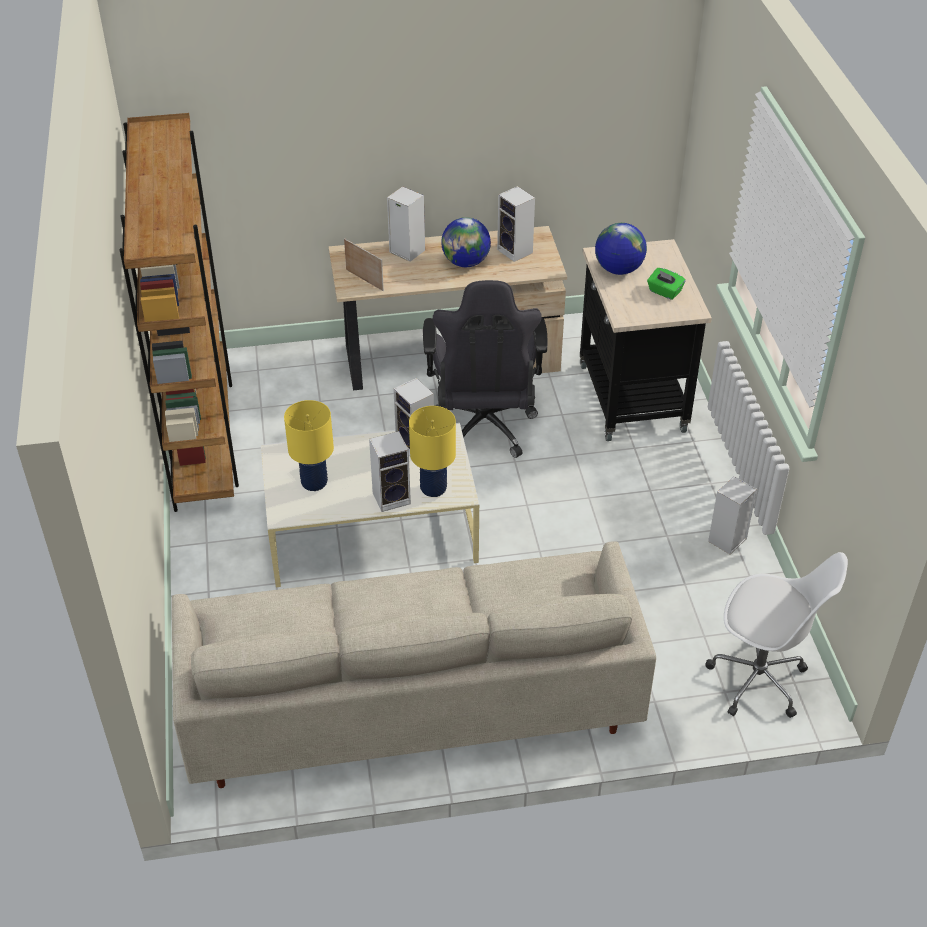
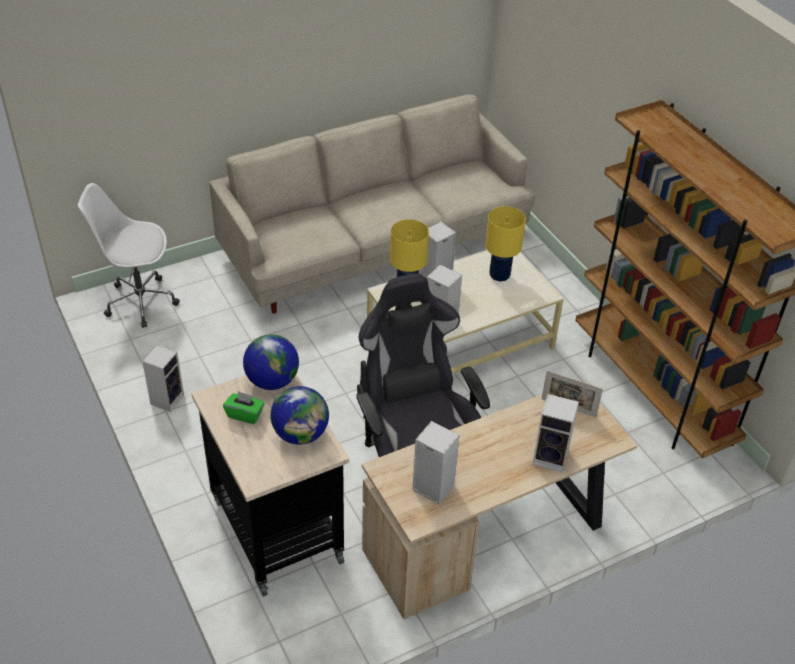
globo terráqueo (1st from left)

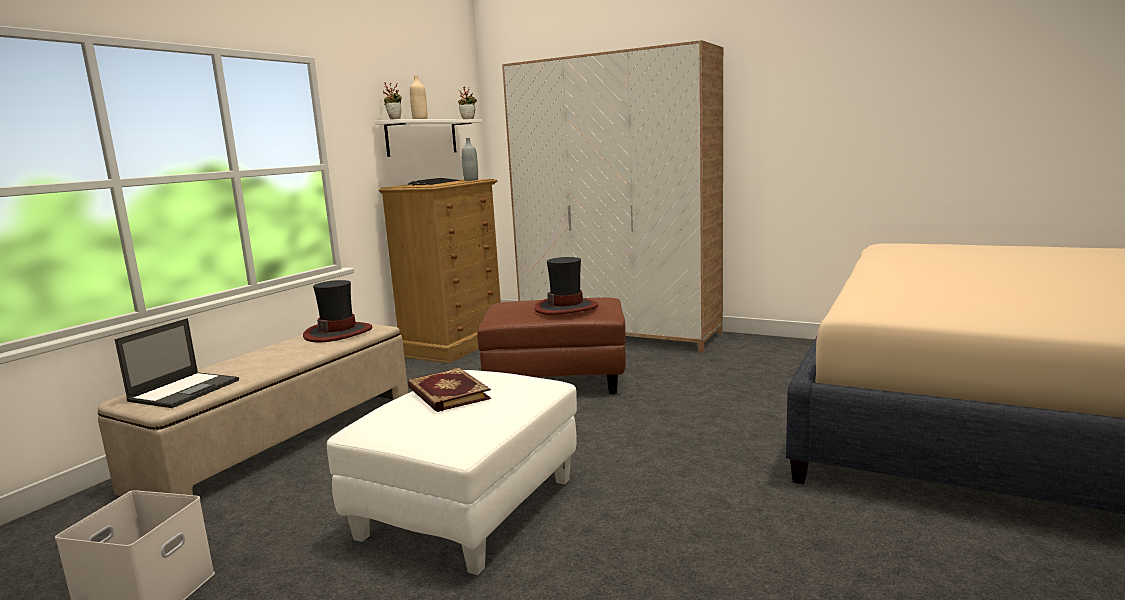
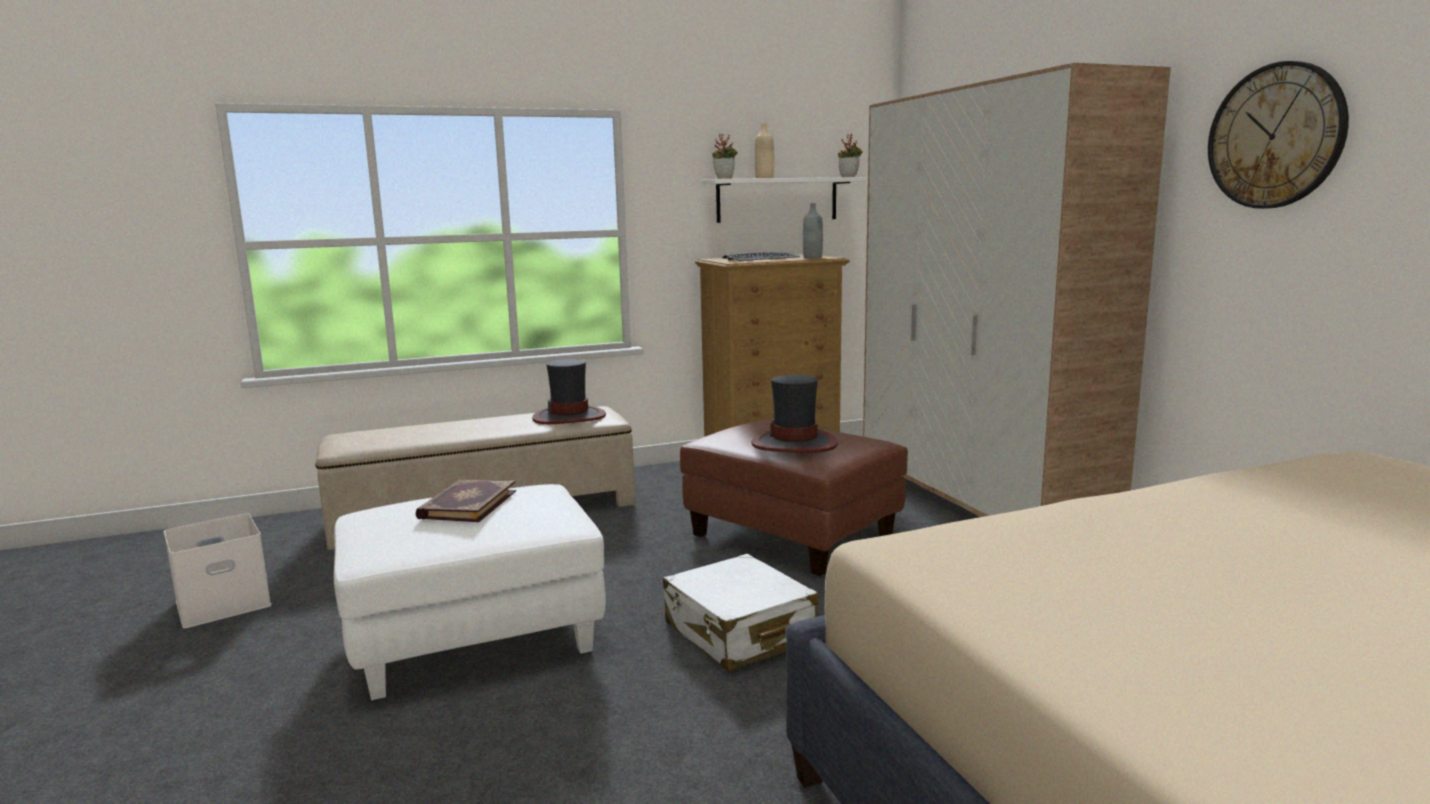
portátil
maleta [blanco]
reloj de pared

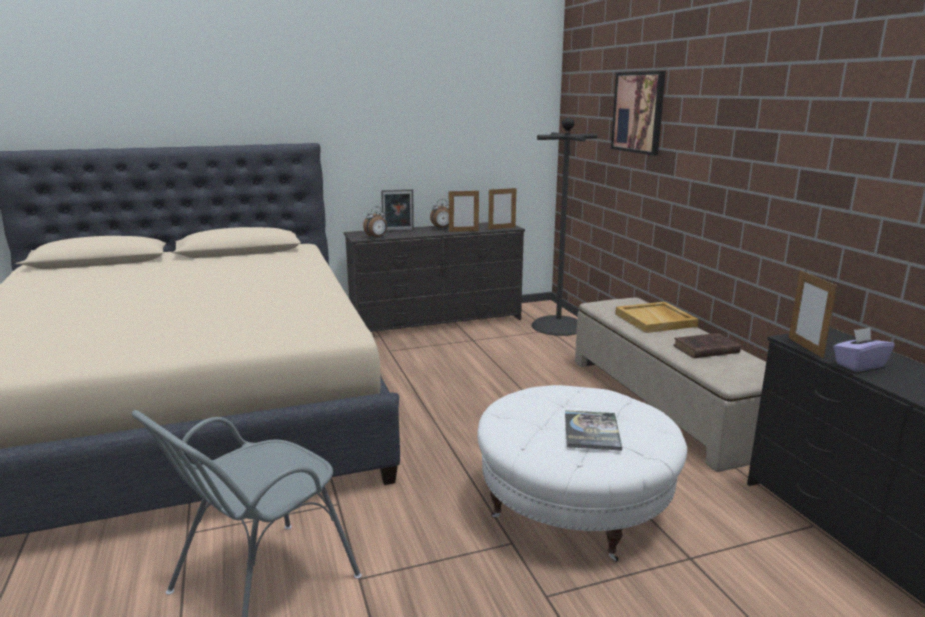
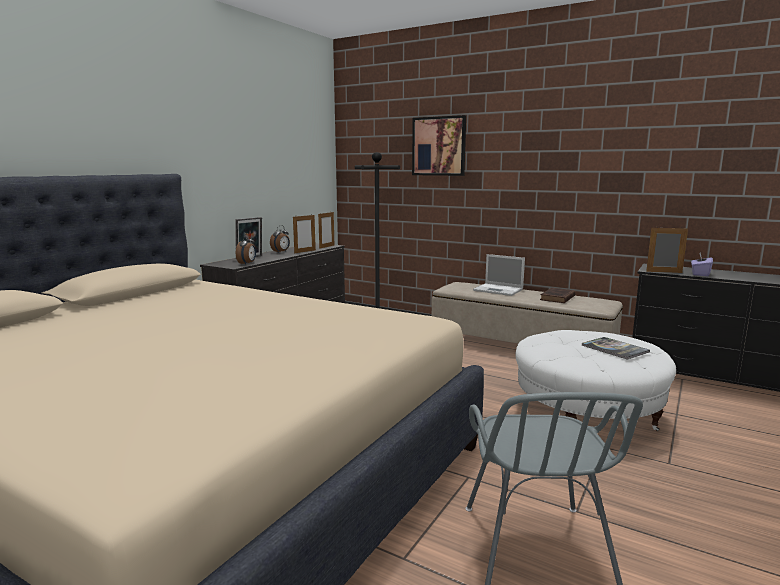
portátil
portarretratos (4th from left)

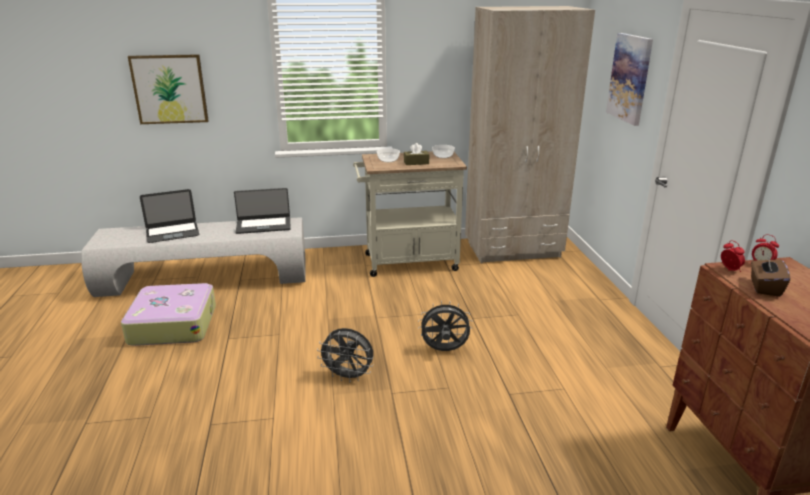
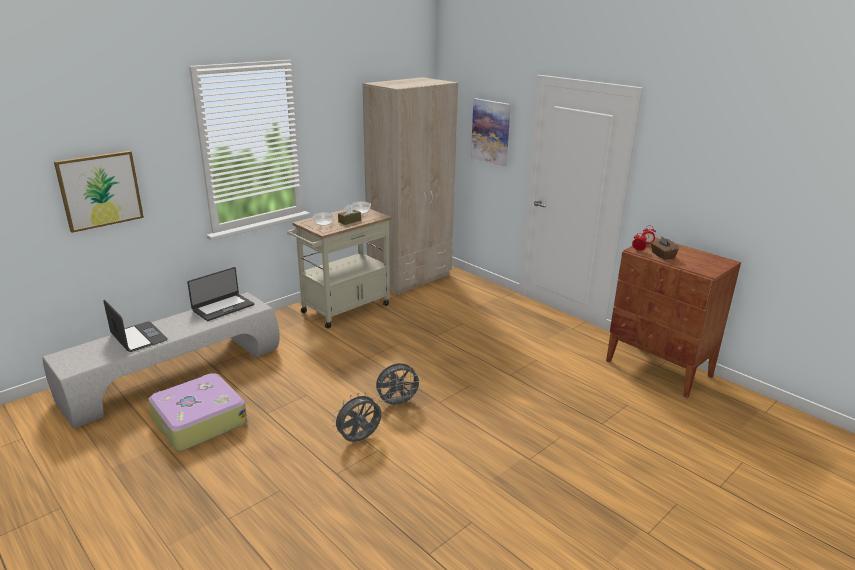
ventilador [gris] (1st from left)
portátil (1st from left)

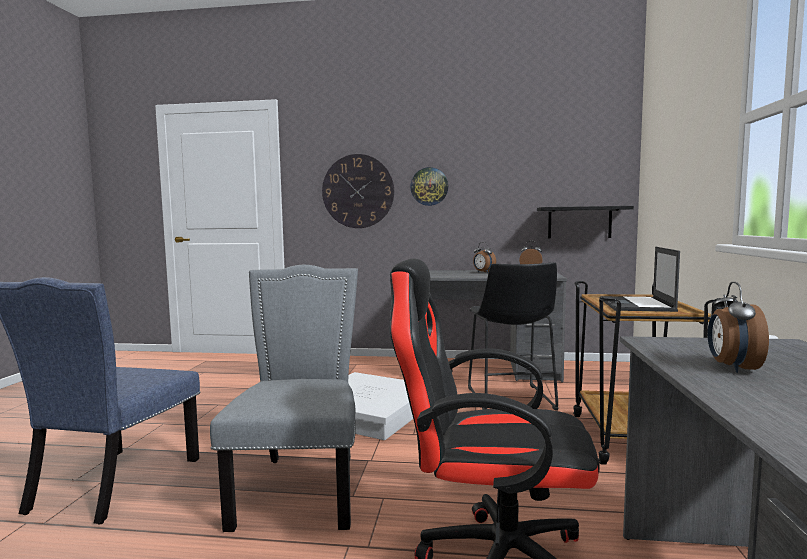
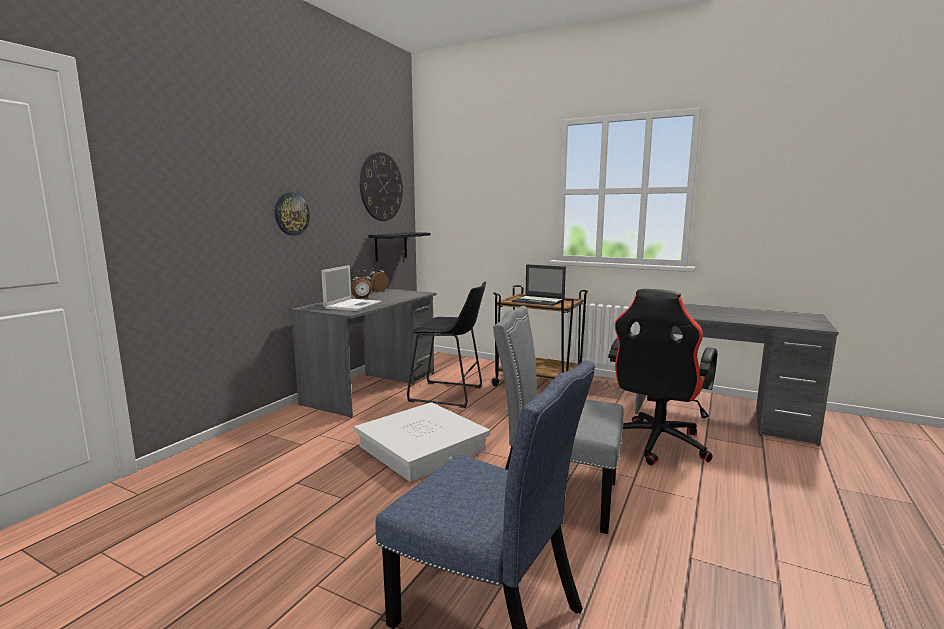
despertador (3rd from left in the first image)
portátil (1st from left)
reloj de pared (2nd from left)

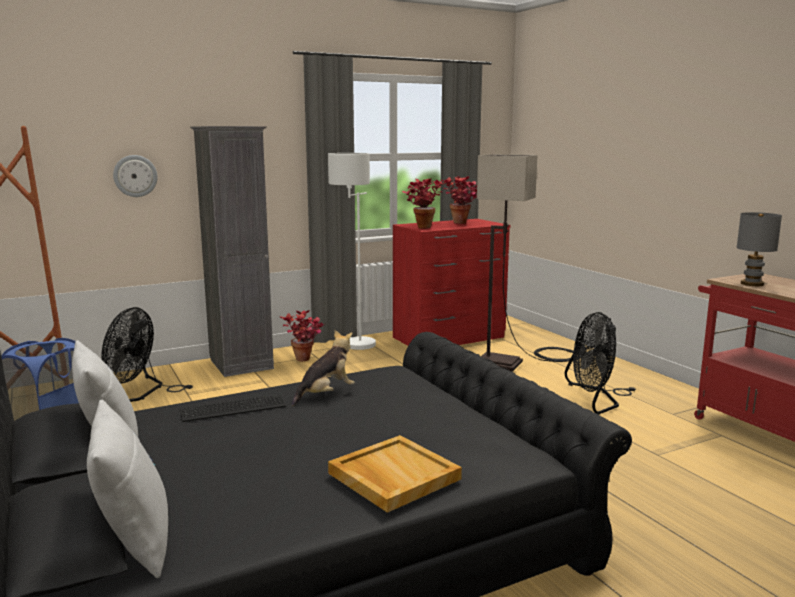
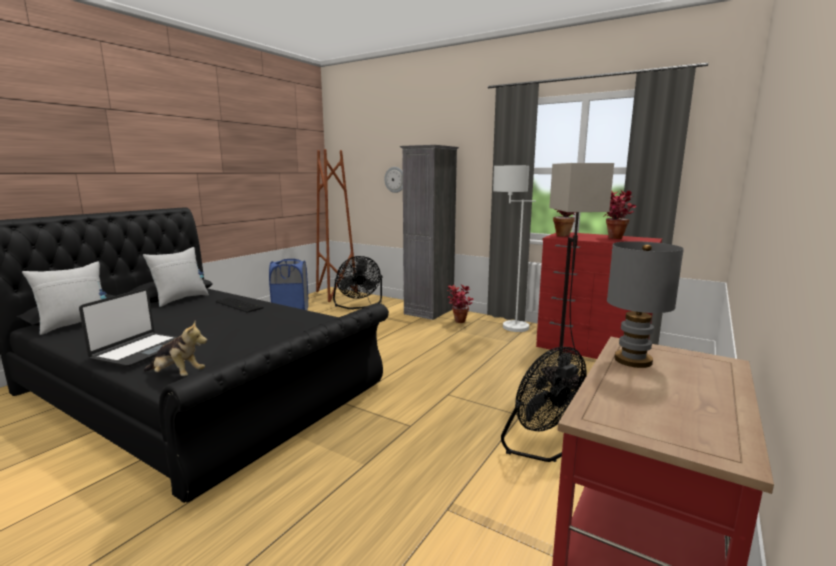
peluche
portátil

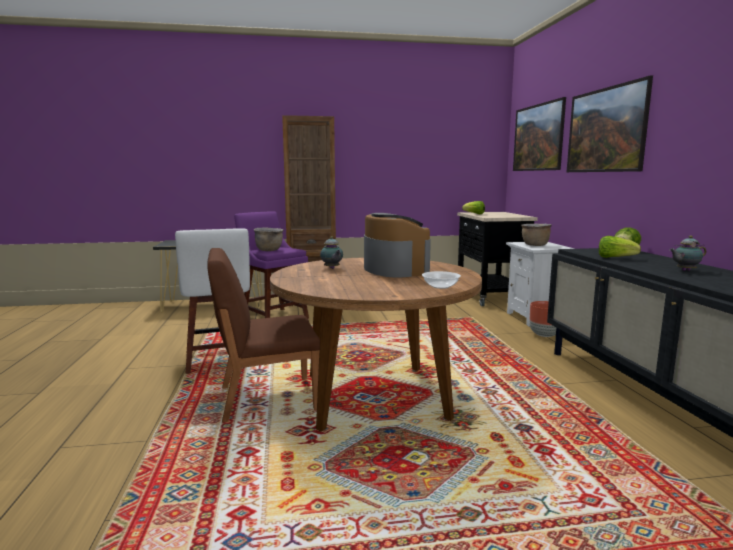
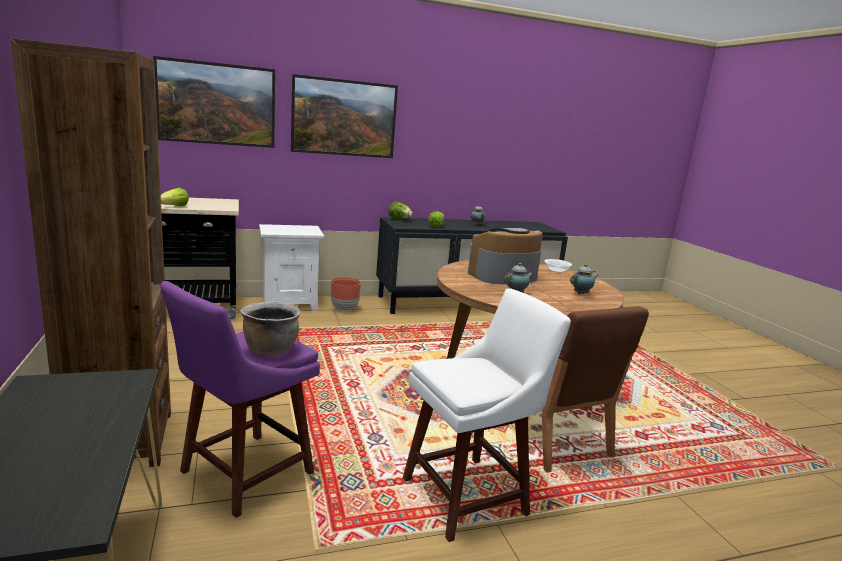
olla [marrón] (2nd from left in the first image)
tetera (3rd from left)

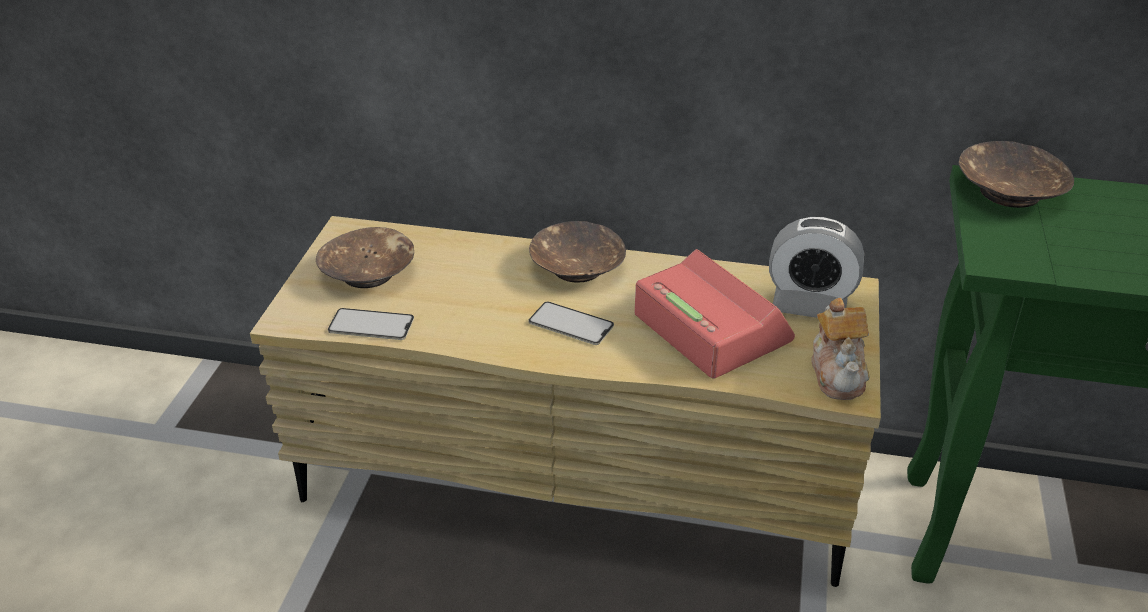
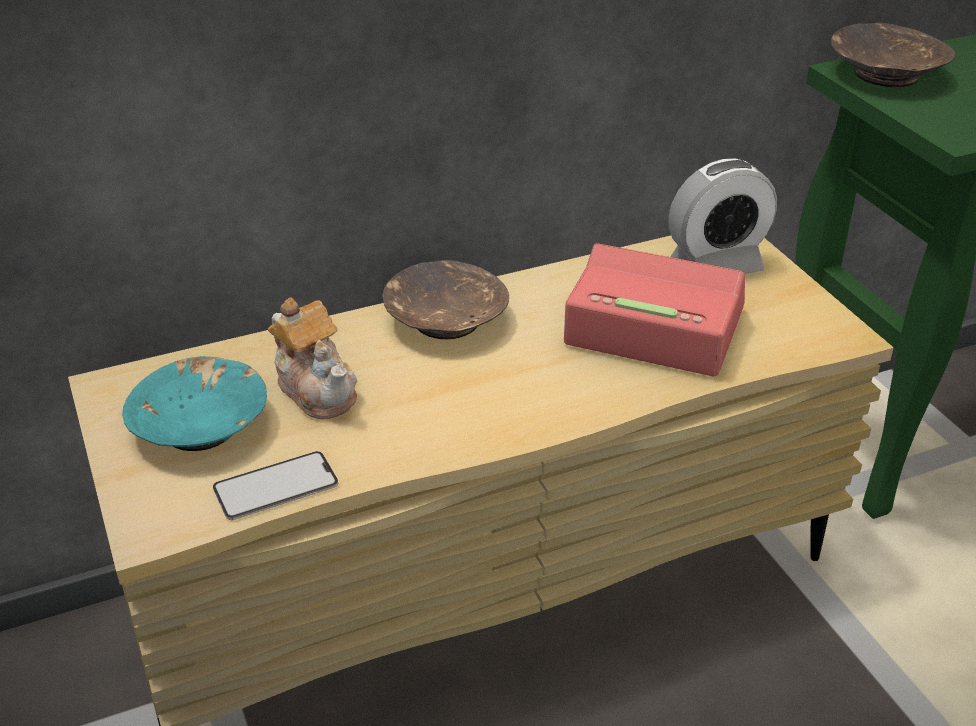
móvil (2nd from left in the first image)
tetera
cuenco [turquesa]

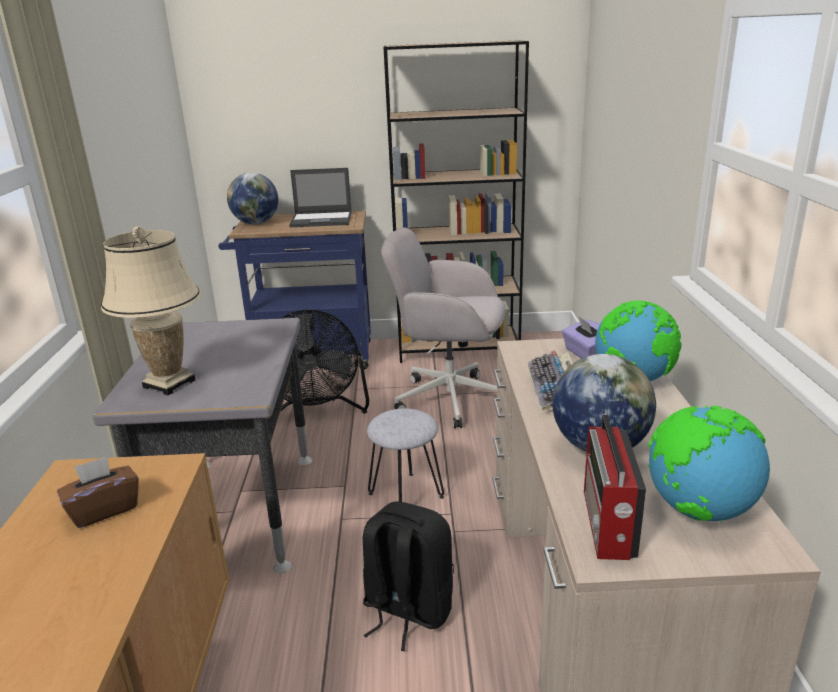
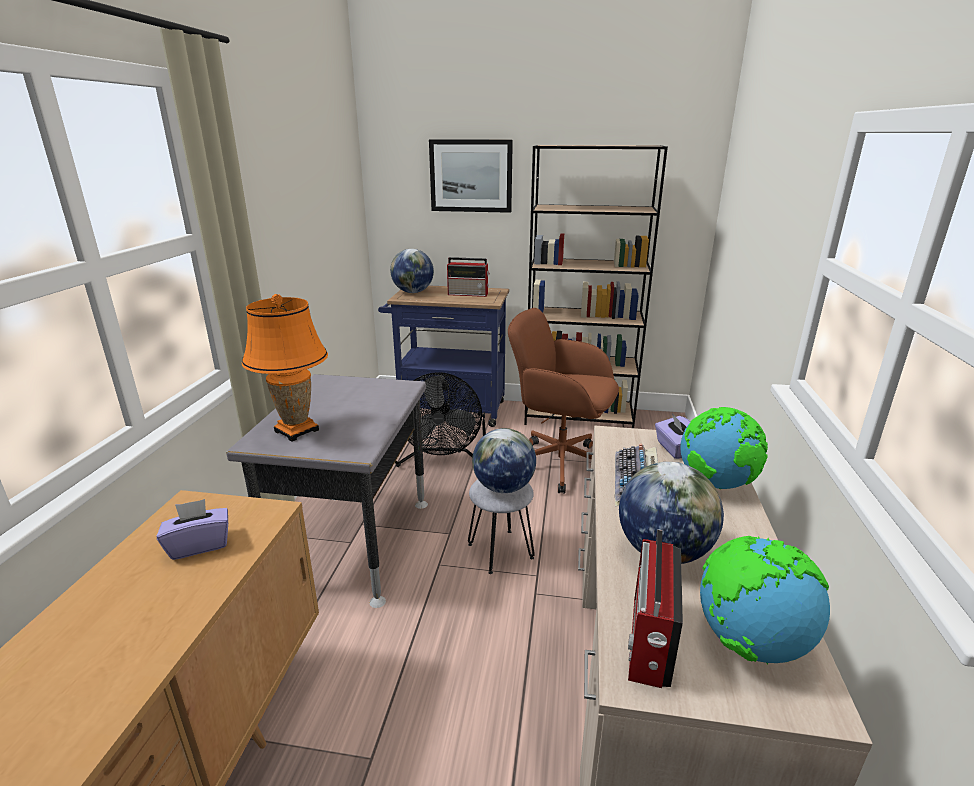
mochila [negro]
cuadro
globo terráqueo (2nd from left)
radio (1st from left)
caja de pañuelos [morado] (1st from left)
lámpara de mesa [naranja]
silla de oficina [marrón]

